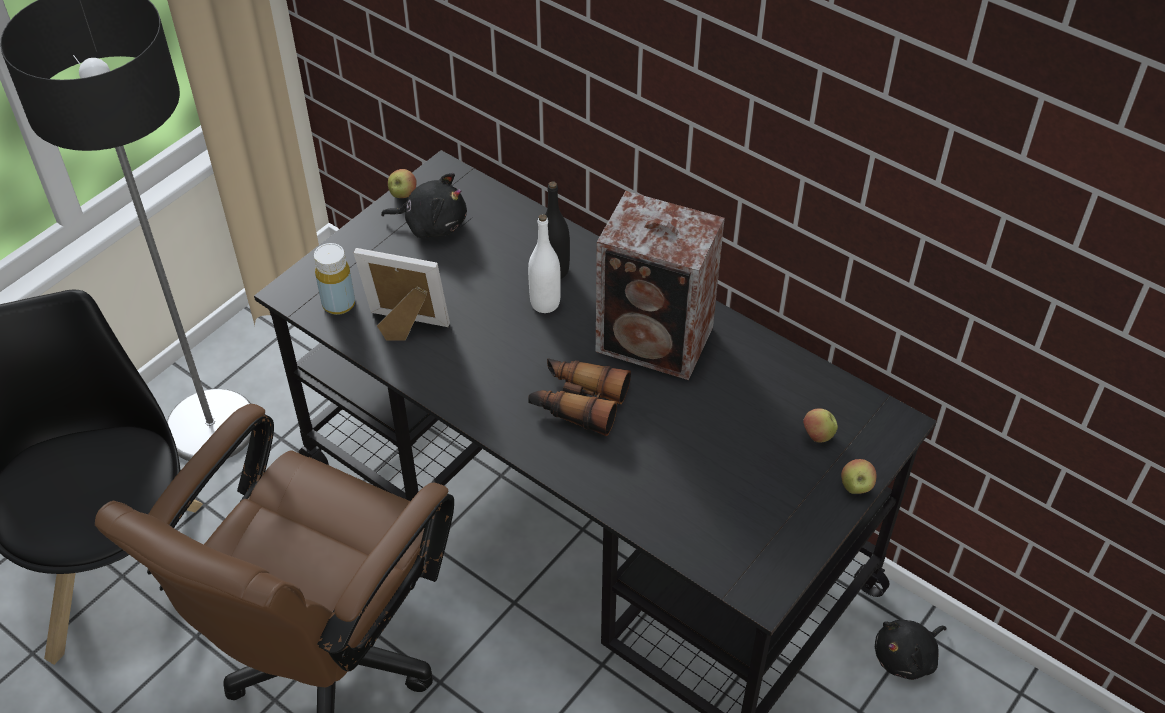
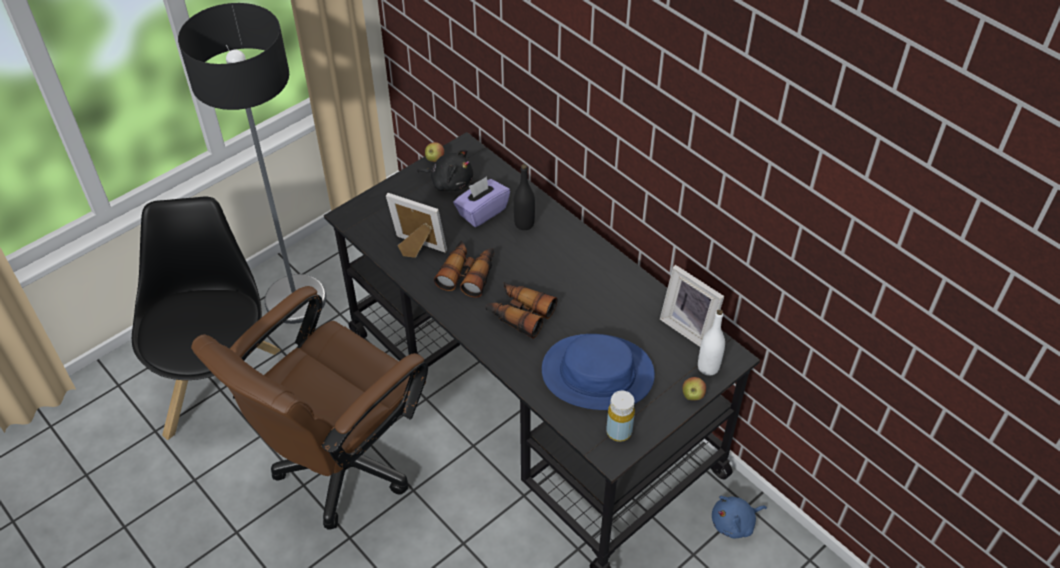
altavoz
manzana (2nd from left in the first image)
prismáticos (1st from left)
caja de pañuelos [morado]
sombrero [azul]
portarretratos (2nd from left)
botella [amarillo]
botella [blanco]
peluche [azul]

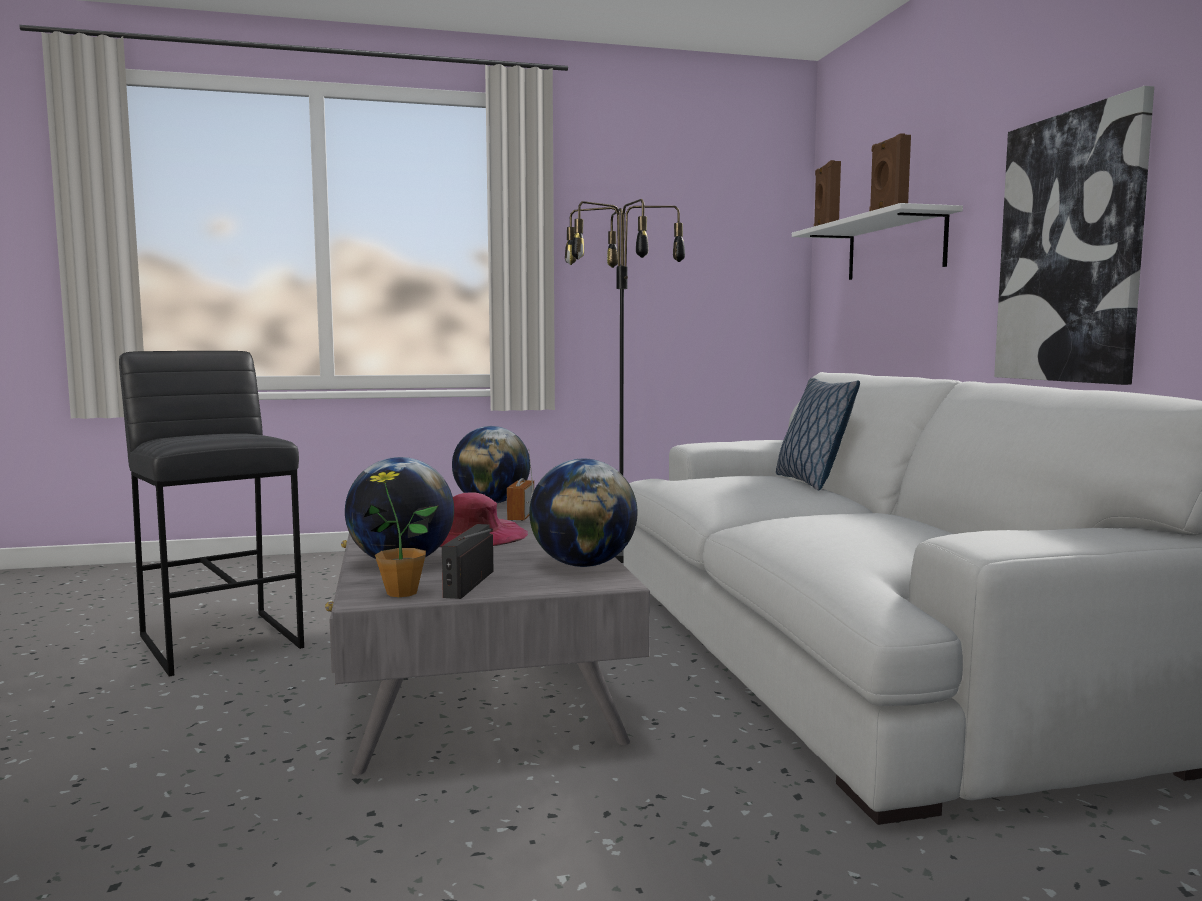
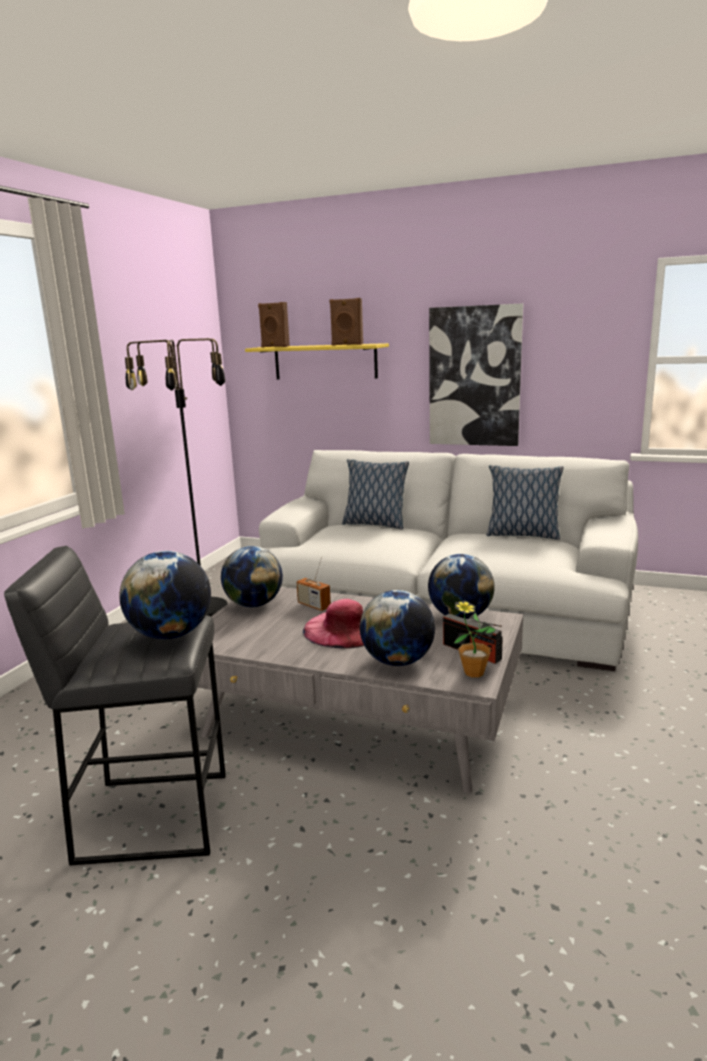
globo terráqueo (1st from left)
cojín (2nd from left)
estante [amarillo]

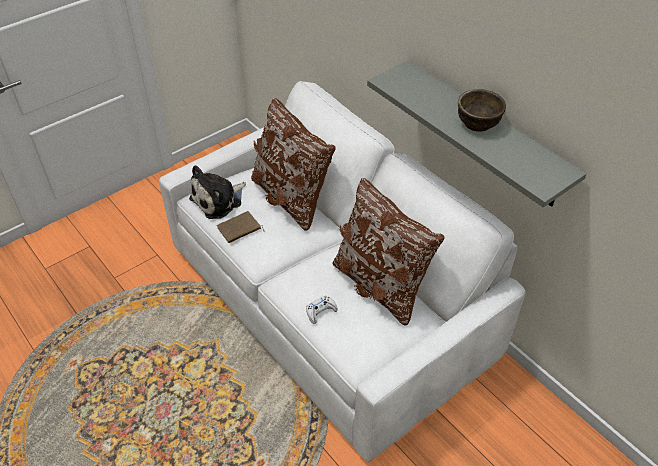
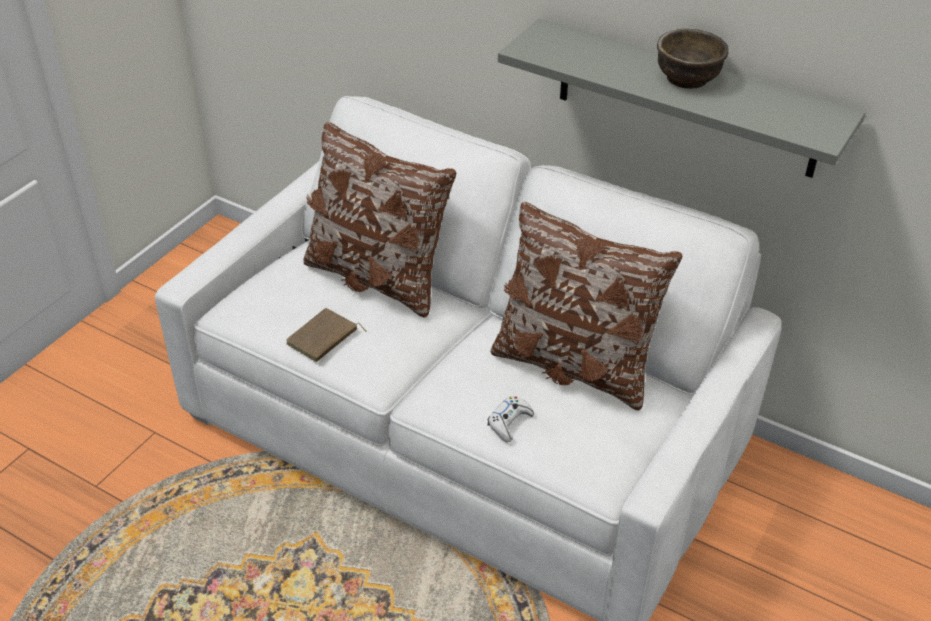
peluche

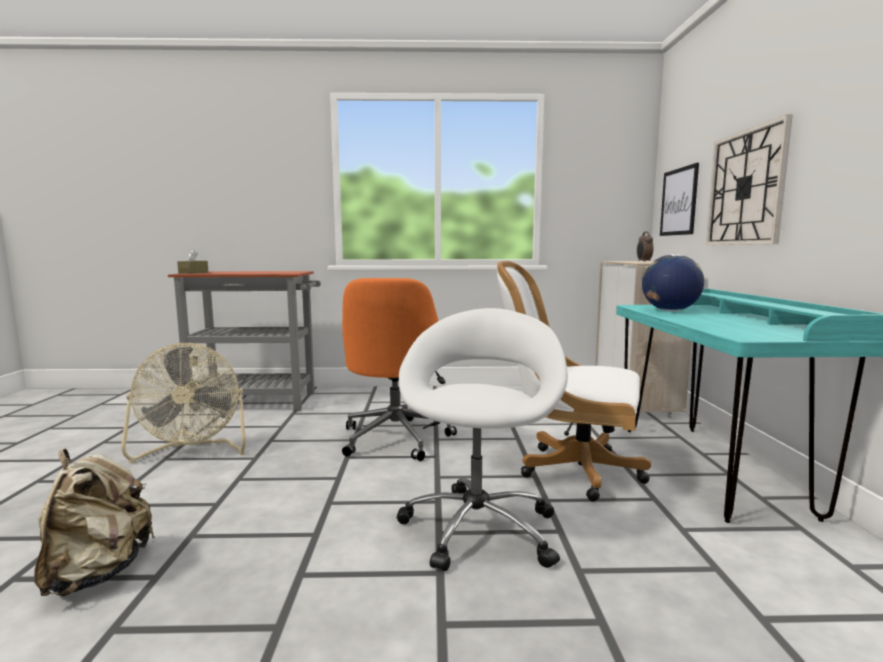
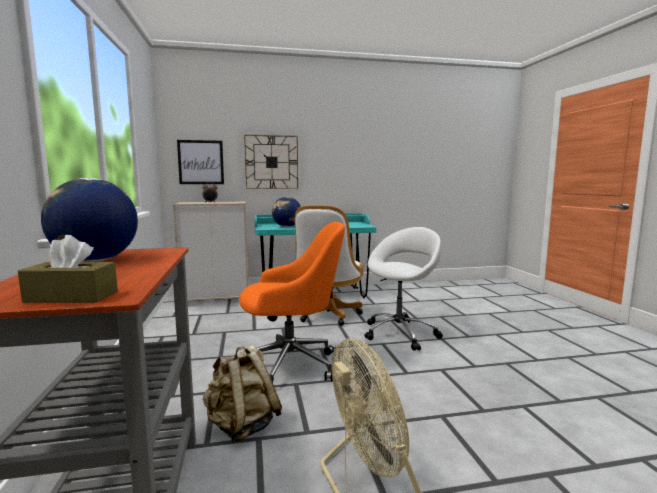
globo terráqueo (1st from left)
mochila [beis]
silla de oficina [blanco] (2nd from left)

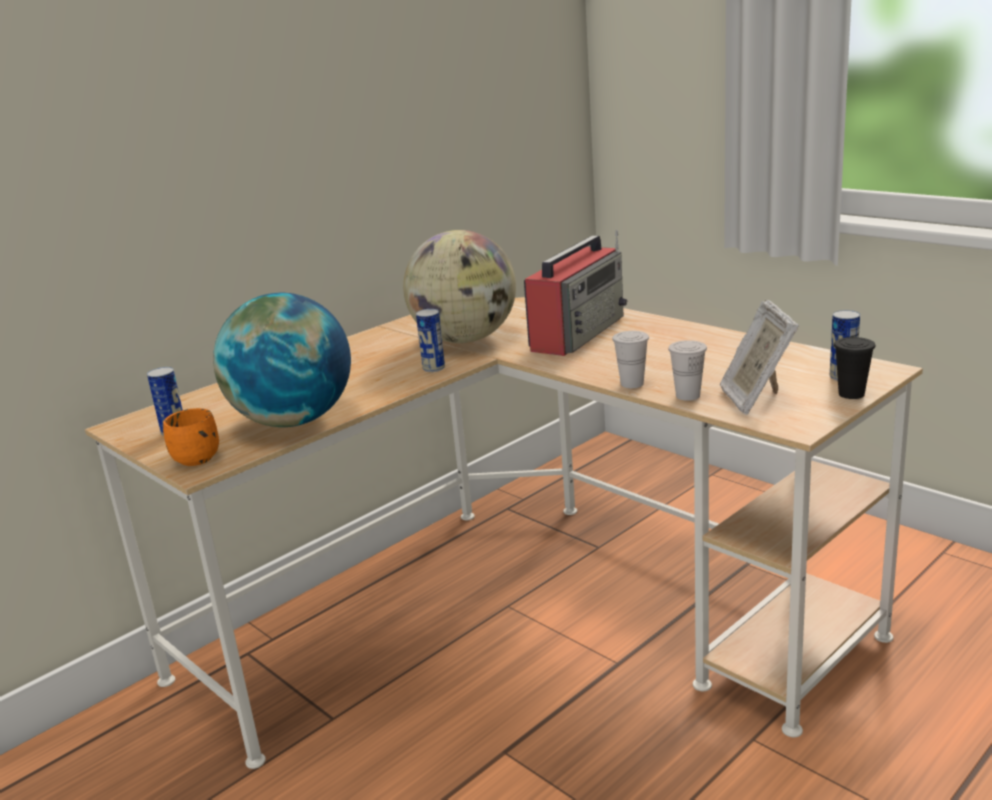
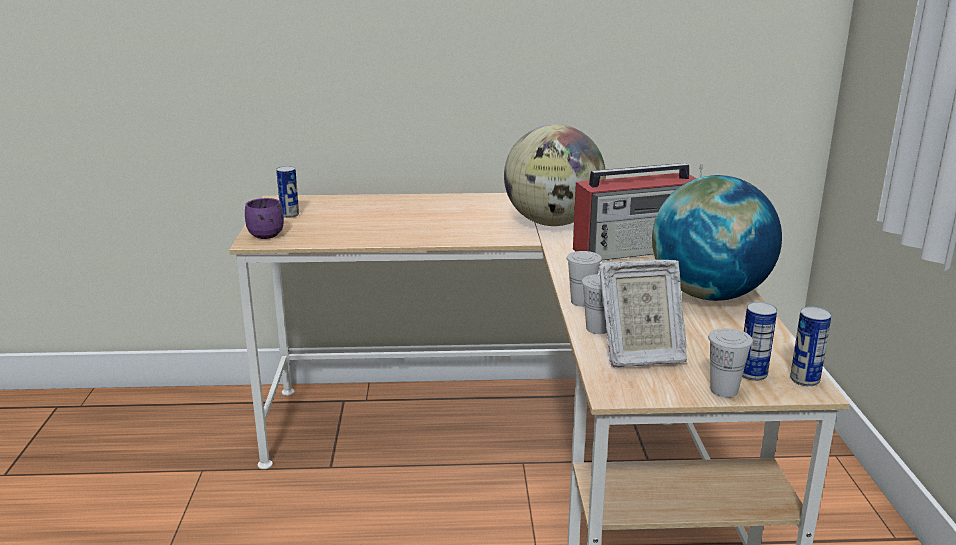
globo terráqueo (2nd from left)
lata (3rd from left)
taza grande [morado]
taza [blanco] (3rd from left)
portarretratos

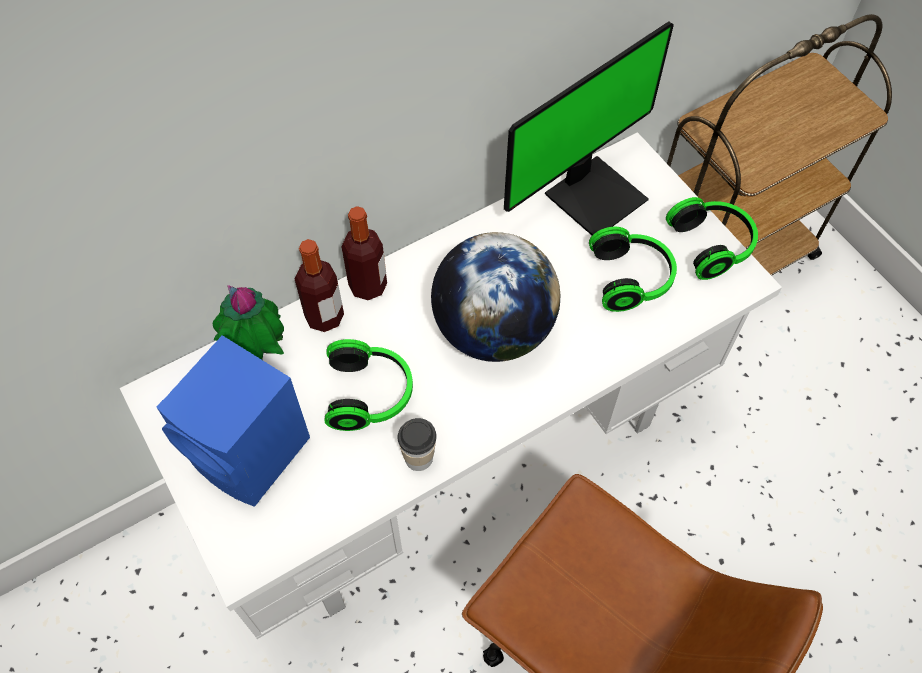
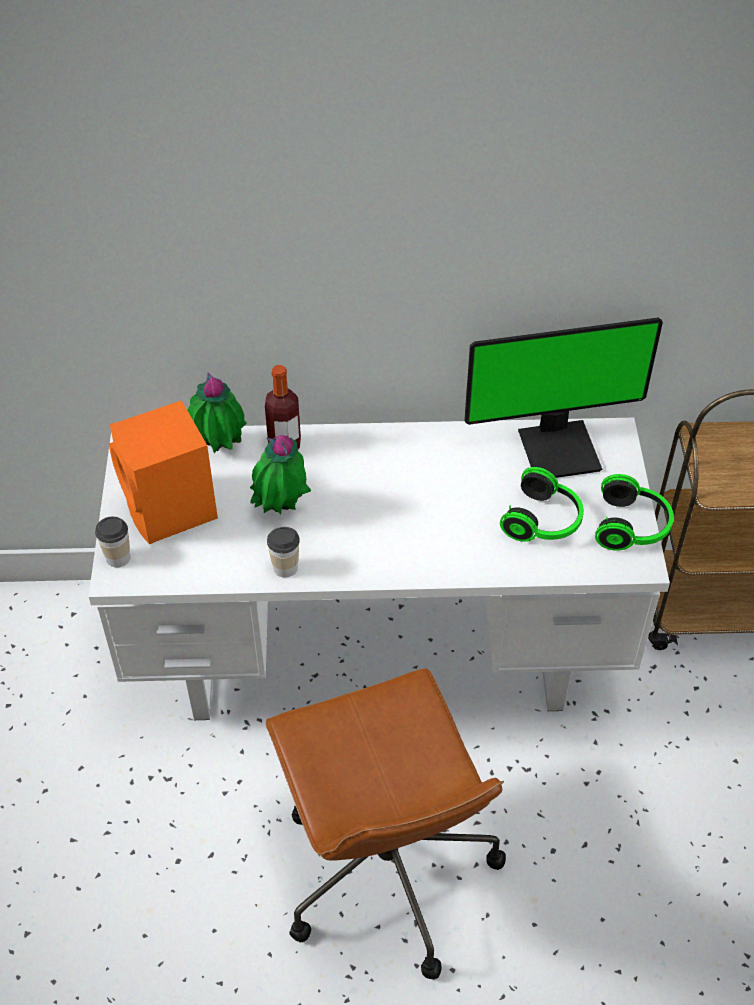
botella (2nd from left in the first image)
globo terráqueo
taza (1st from left)
planta en maceta (2nd from left)
altavoz [naranja]

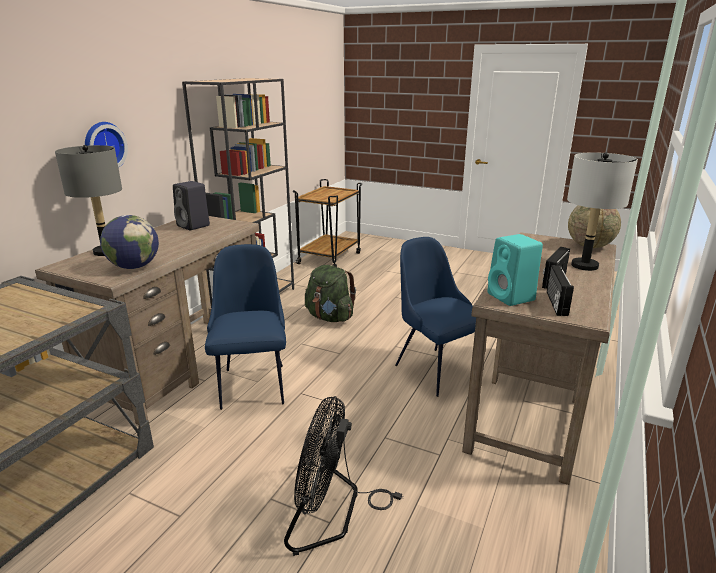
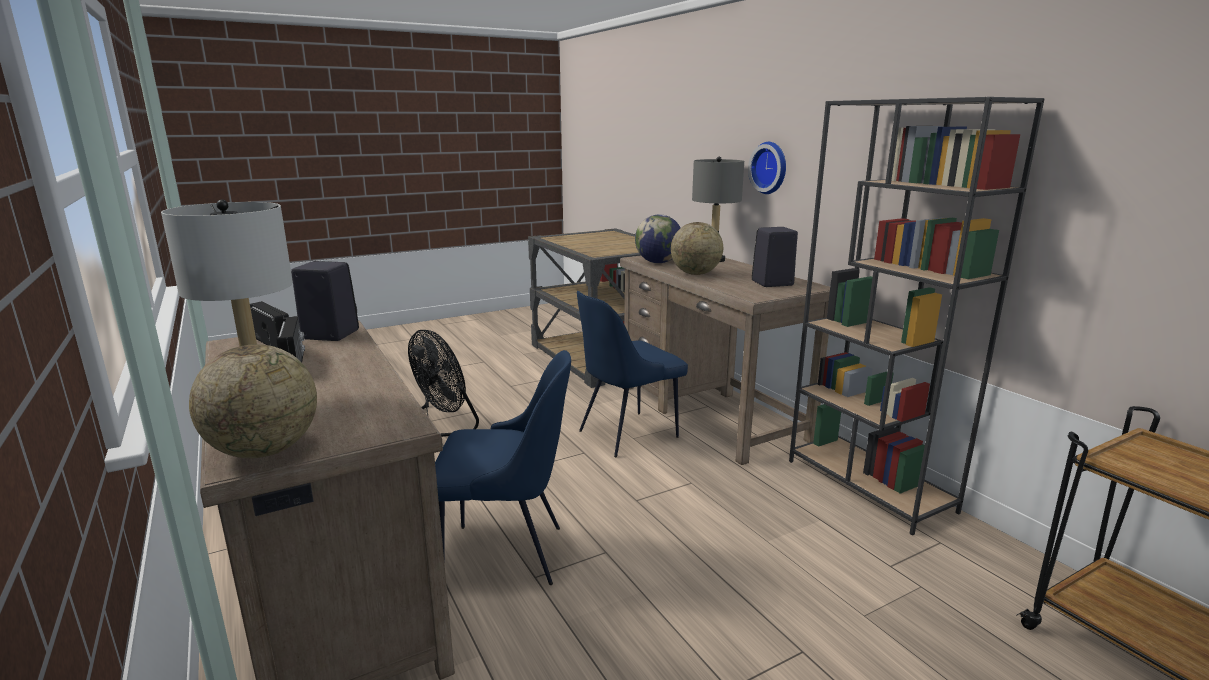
mochila [verde]
globo terráqueo (3rd from left)
altavoz [negro] (1st from left)
silla [azul] (2nd from left)

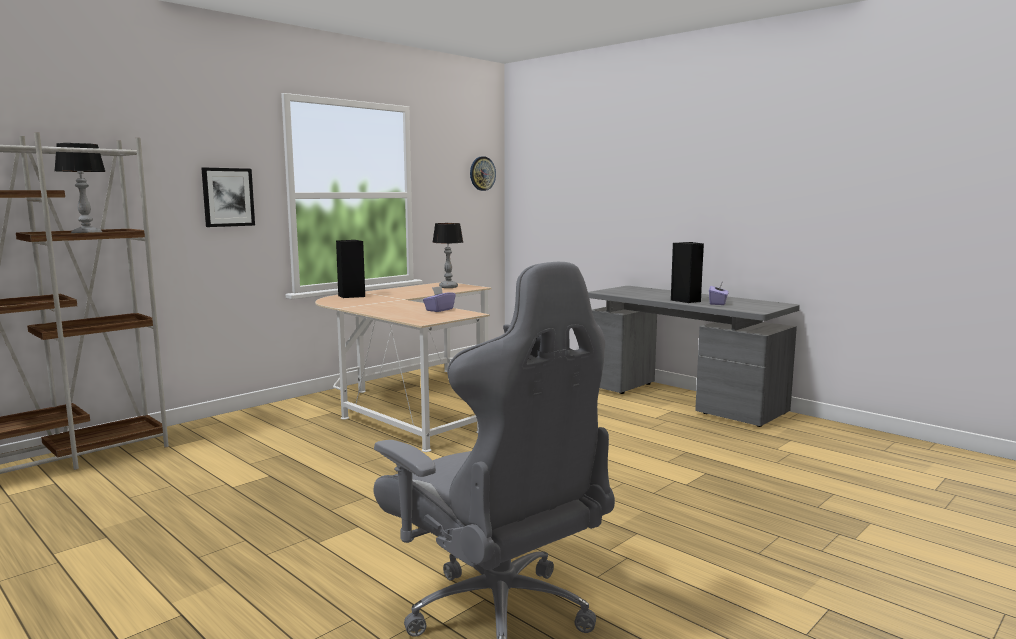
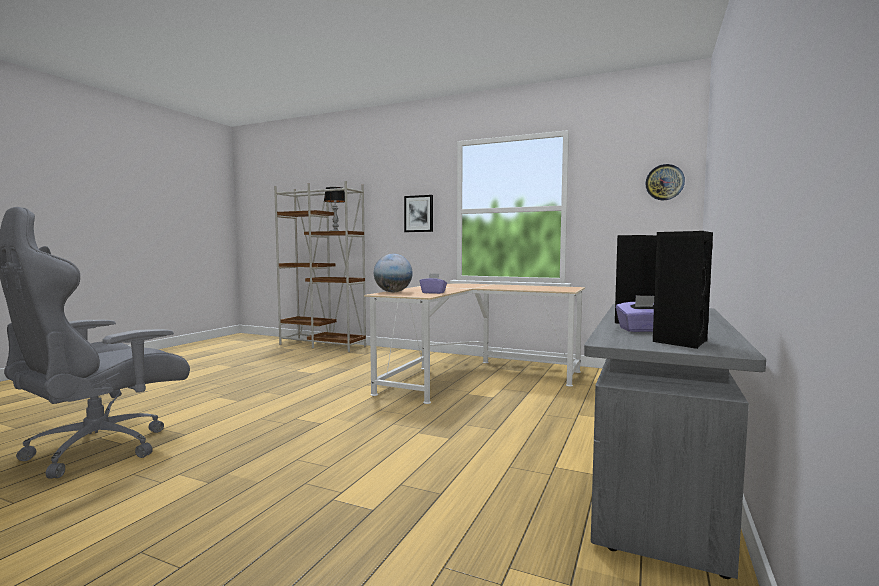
lámpara de mesa (2nd from left in the first image)
globo terráqueo
altavoz [negro] (2nd from left)

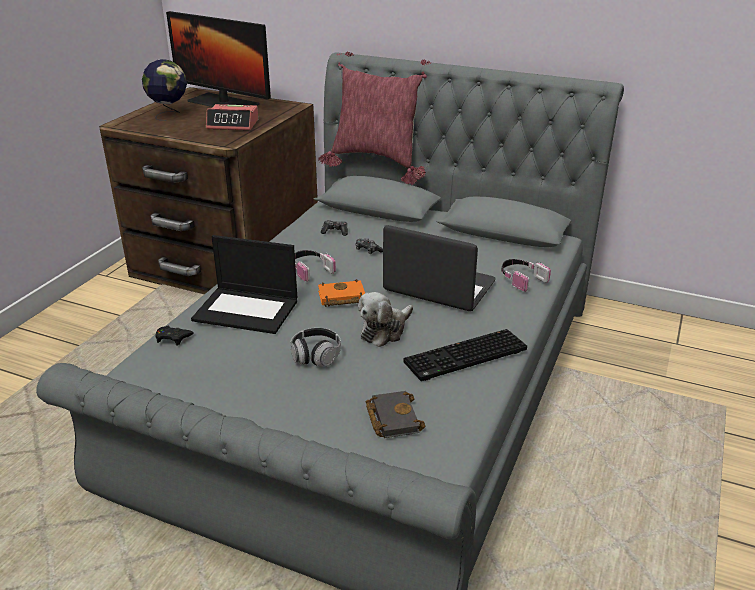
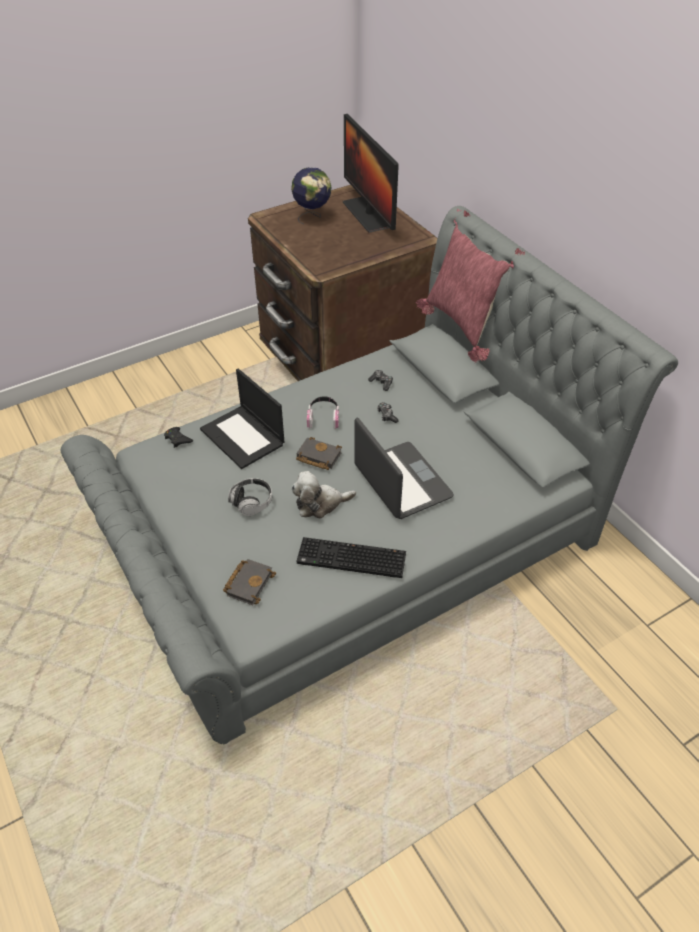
despertador
auriculares (3rd from left in the first image)
libro [negro] (2nd from left)

